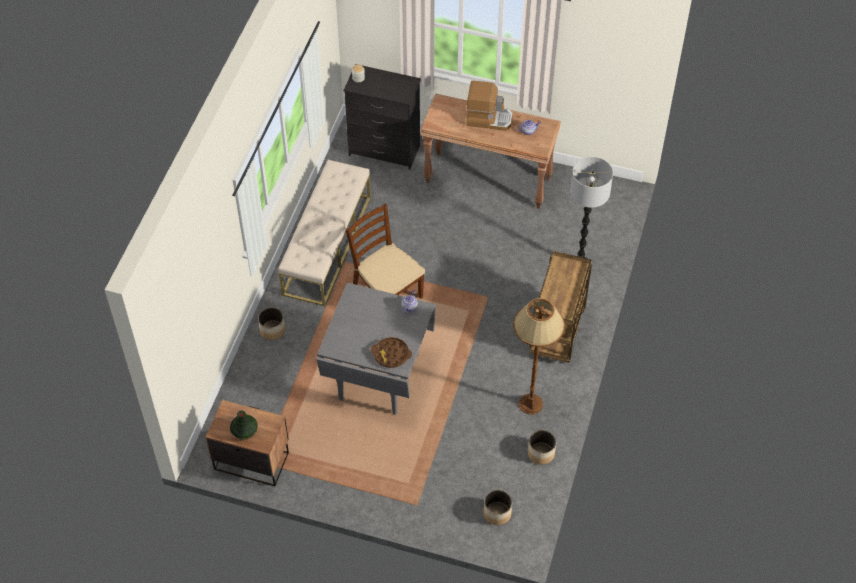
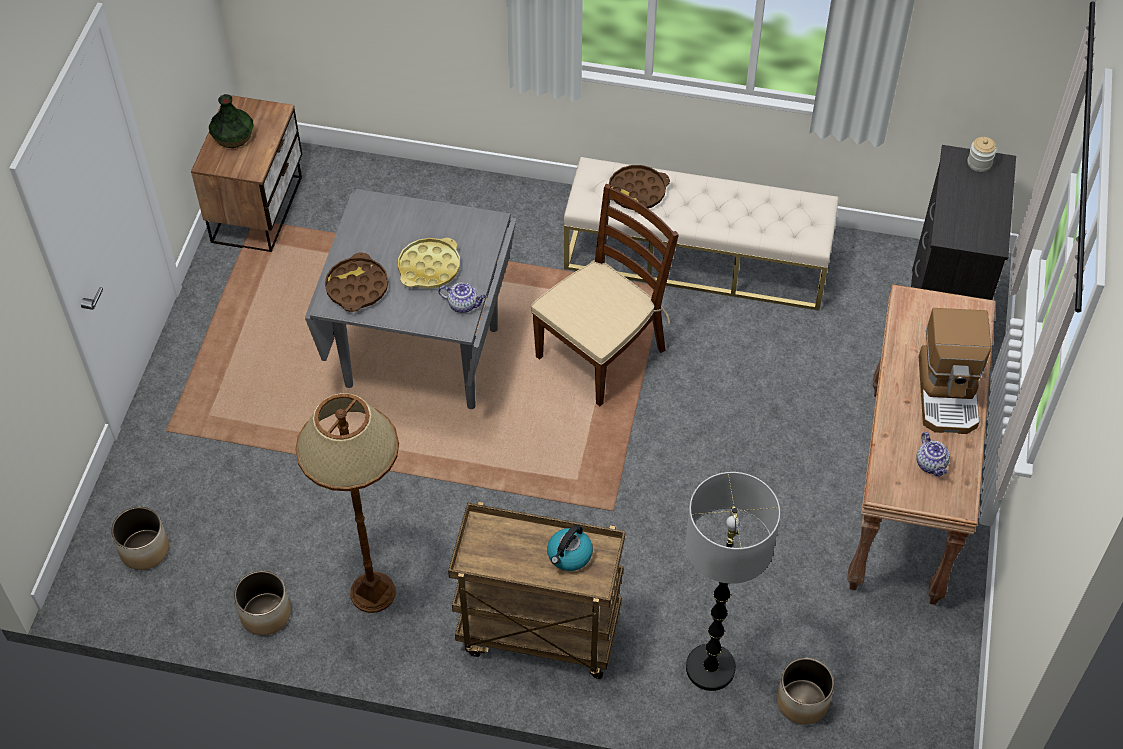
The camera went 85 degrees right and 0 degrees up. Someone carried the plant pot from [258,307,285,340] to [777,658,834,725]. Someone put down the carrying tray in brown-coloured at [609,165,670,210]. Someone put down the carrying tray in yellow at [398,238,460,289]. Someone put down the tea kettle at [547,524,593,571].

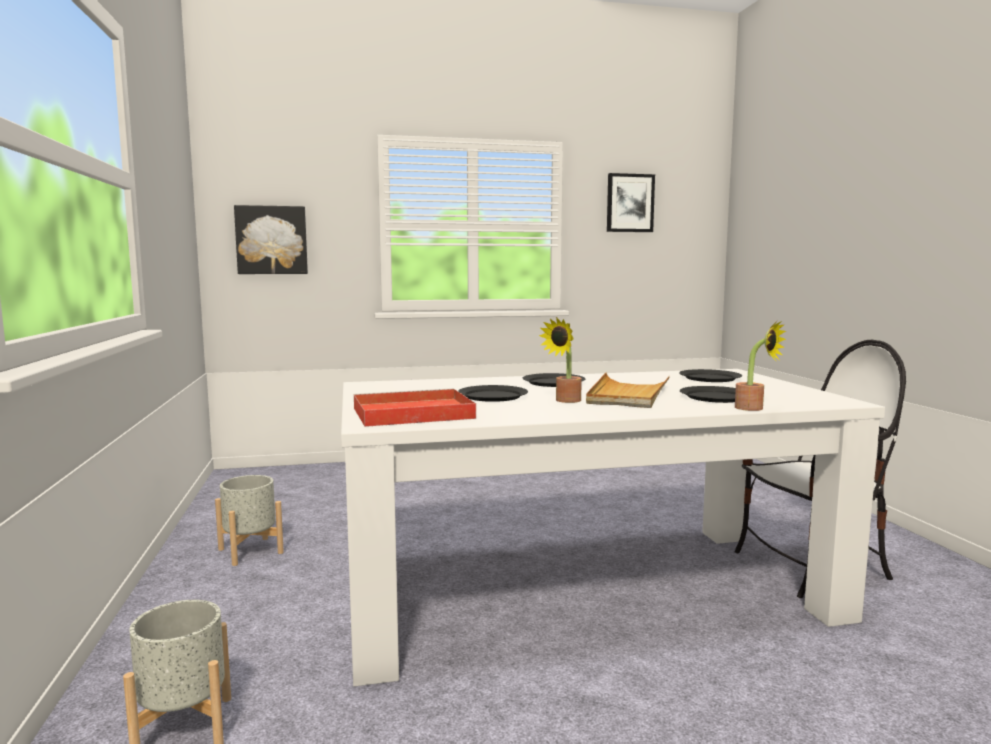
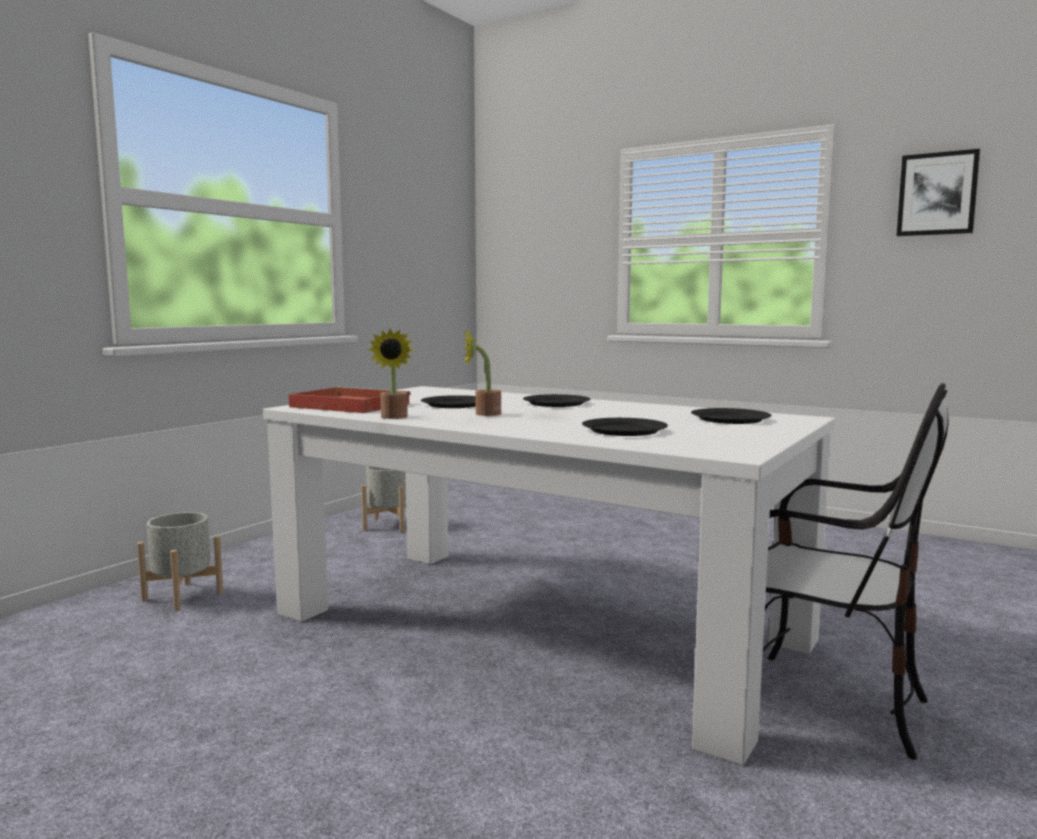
The camera went 45 degrees right and 0 degrees up. Someone took away the wall art at [234,205,308,274]. Someone carried the houseplant from [735,321,786,411] to [368,329,414,419]. Someone took away the carrying tray in beige-coloured at [586,373,670,408].

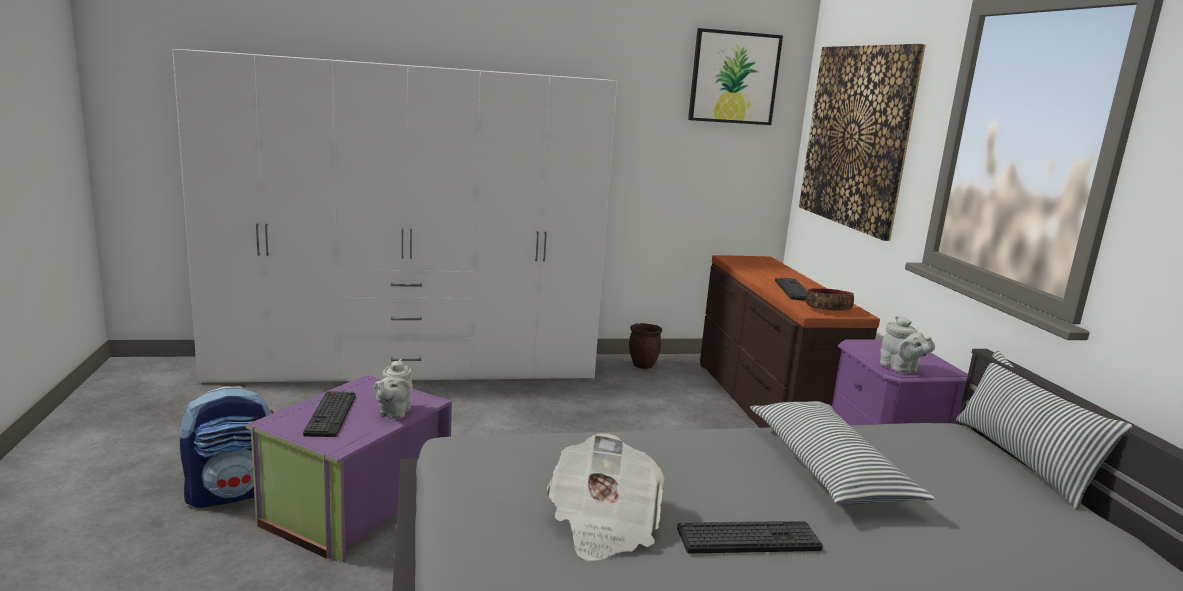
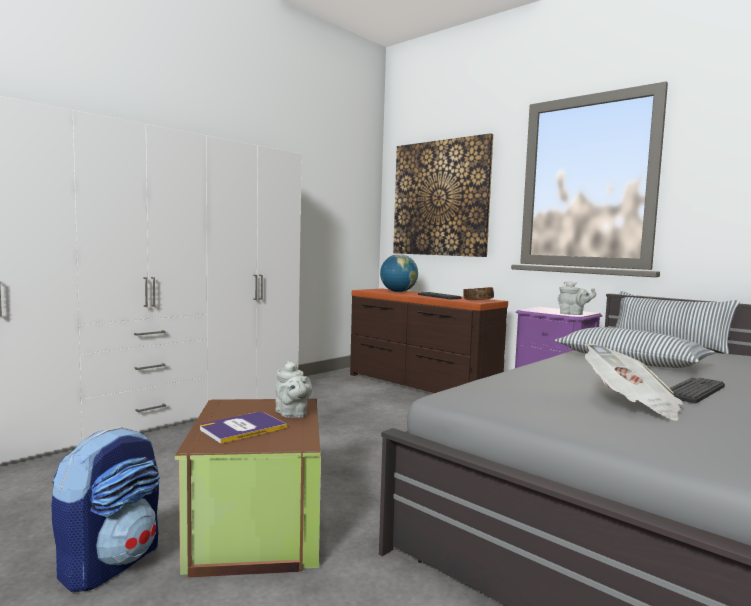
The camera went 35 degrees left and 10 degrees down. Someone took away the wall art at [688,28,783,125]. Someone took away the plant pot in brown-coloured at [629,323,662,369]. Someone repainted the storage box in purple-coloured at [246,375,452,562], which became the storage box in brown-coloured at [175,399,321,578]. Someone swapped the PC keyboard at [303,391,356,437] for the volume at [200,412,287,444]. Someone put down the world globe at [380,254,418,292].

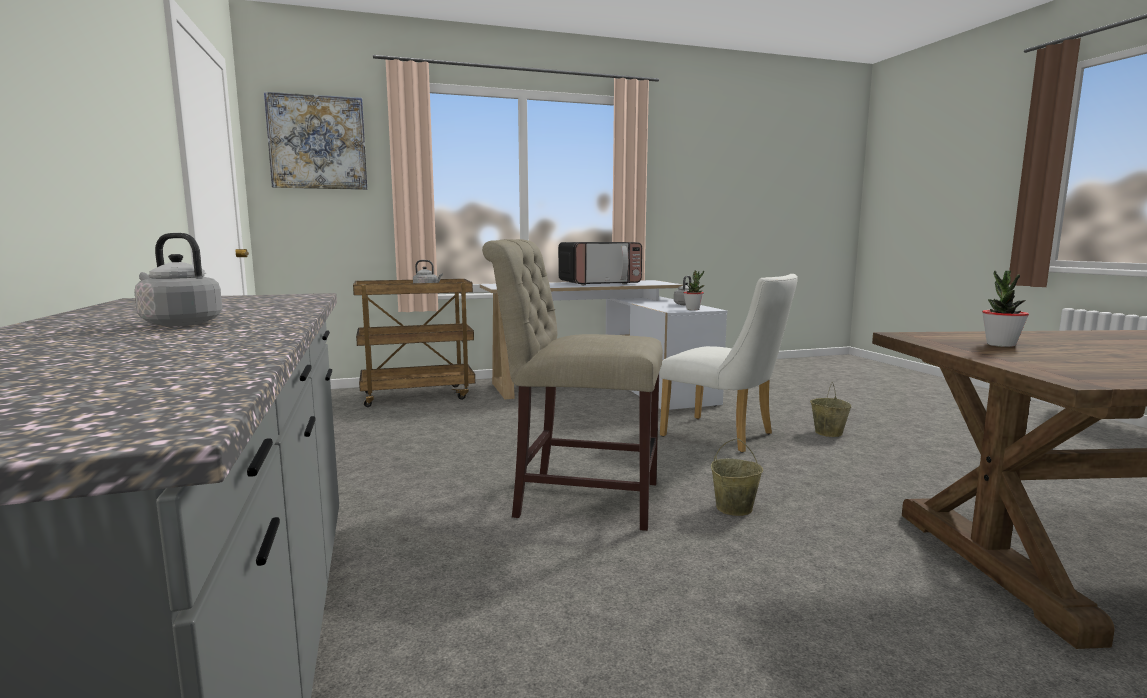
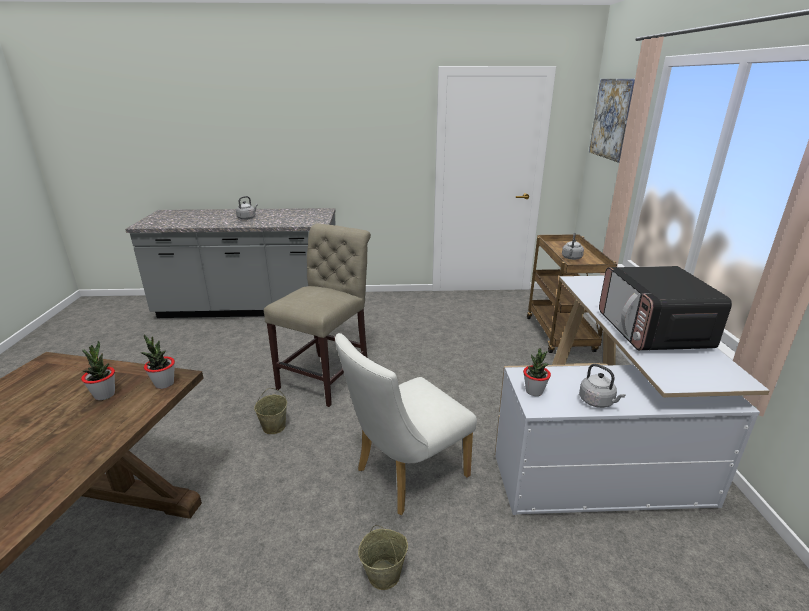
The camera went 105 degrees right and 15 degrees up. Someone put down the houseplant at [141,335,175,389].

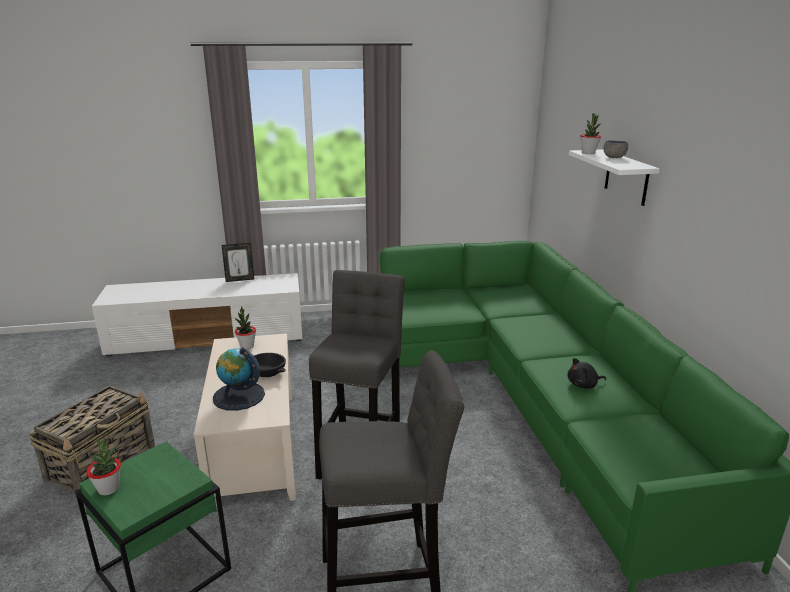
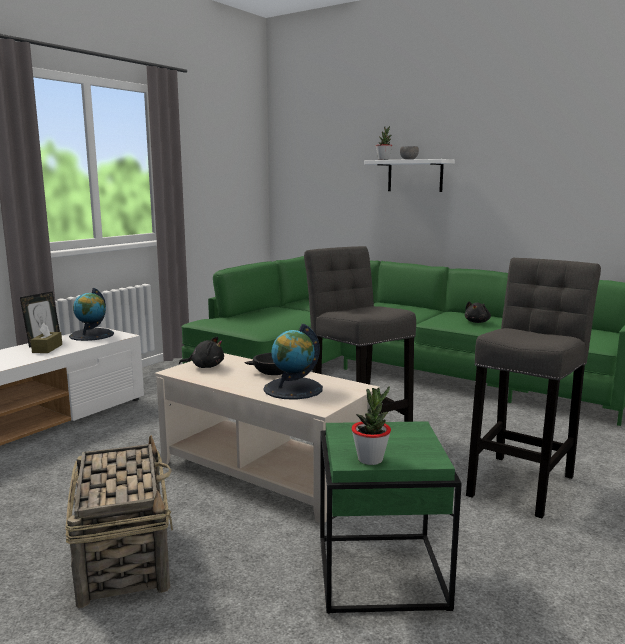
The camera went 45 degrees left and 10 degrees down. Someone swapped the houseplant at [235,306,256,349] for the plush toy in blackish at [179,337,224,368]. Someone put down the world globe at [69,288,114,341]. Someone put down the tissue holder in brown-coloured at [31,323,62,353].

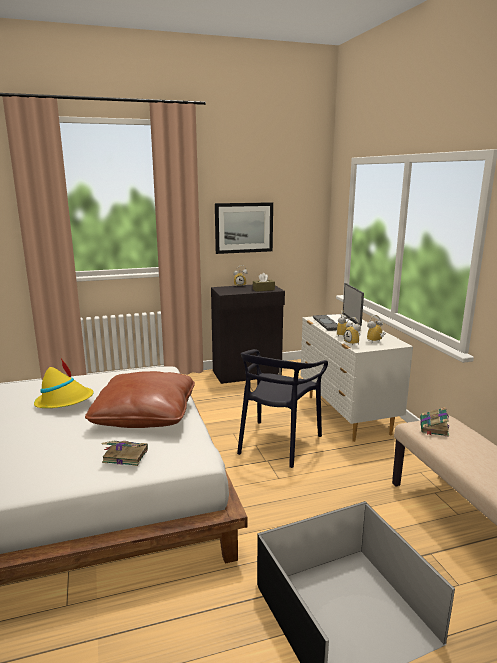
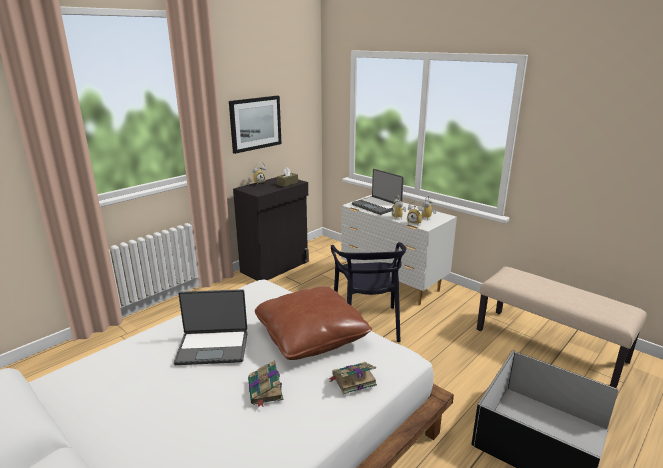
The camera went 30 degrees left and 5 degrees up. Someone swapped the wearable hat in yellow at [34,358,94,408] for the notebook computer at [174,289,247,365]. Someone carried the volume from [420,407,449,437] to [248,360,283,408].

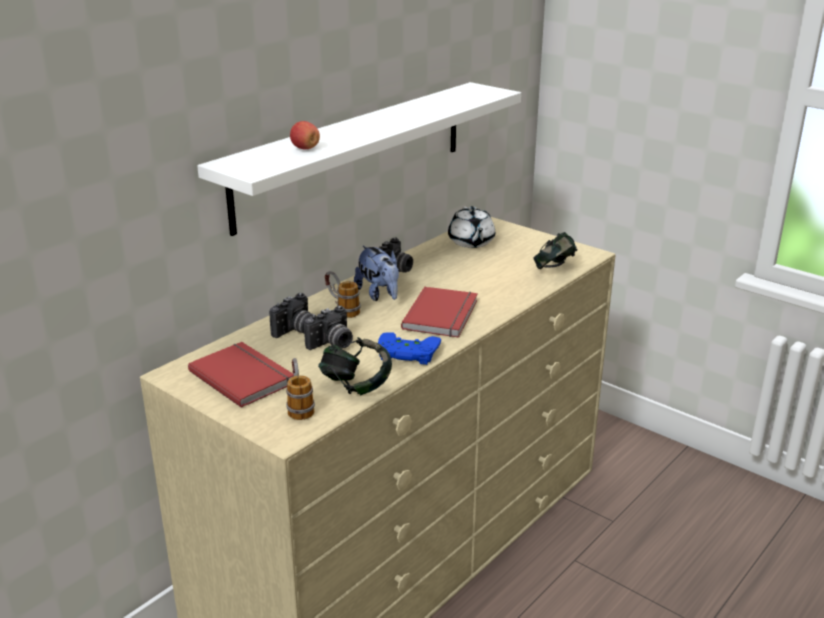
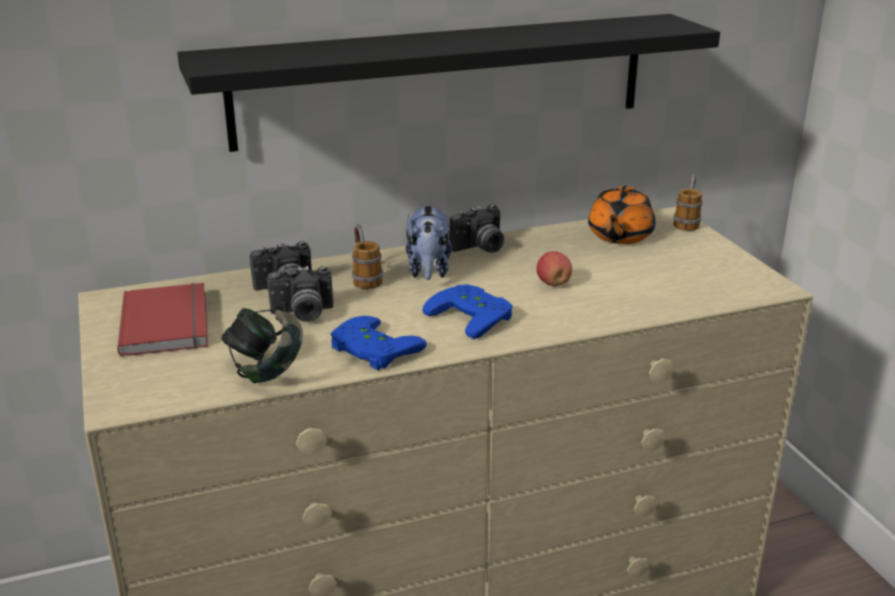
The camera went 30 degrees right and 0 degrees up. Someone repainted the wall shelf in whitish at [197,82,521,236], which became the wall shelf in blackish at [177,14,720,152]. Someone carried the apple from [290,121,320,149] to [536,251,572,286]. Someone repainted the tea pot in whitish at [448,206,495,248], which became the tea pot in orange-coloured at [588,185,656,244]. Someone took away the headphones at [533,232,577,269]. Someone swapped the volume in red-coloured at [401,287,478,338] for the game controller in blue at [422,284,513,339]. Someone carried the tea mug from [286,358,315,420] to [673,174,703,231].

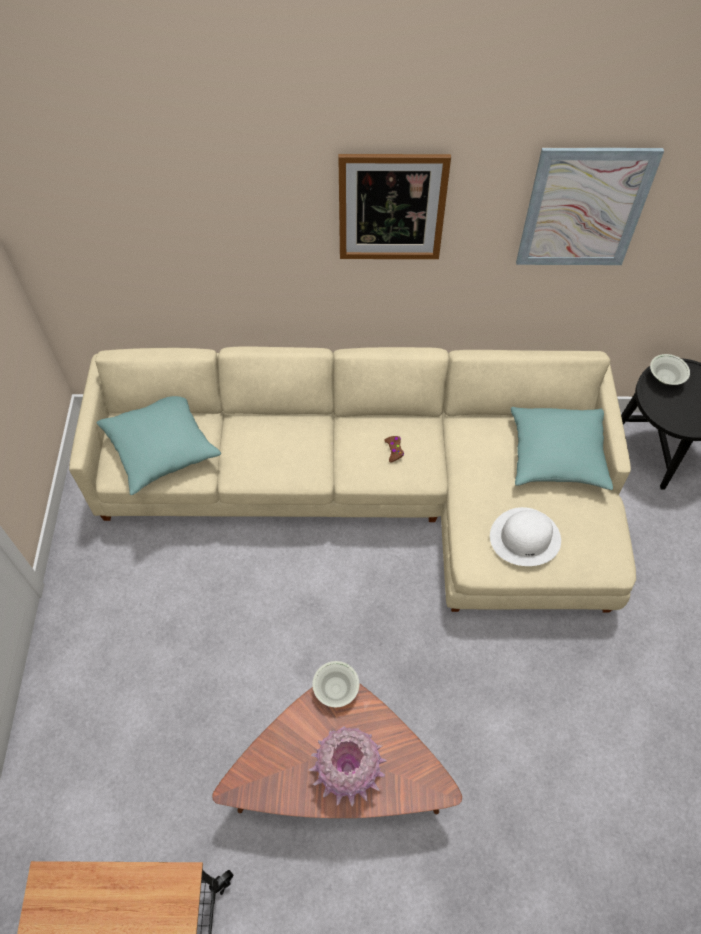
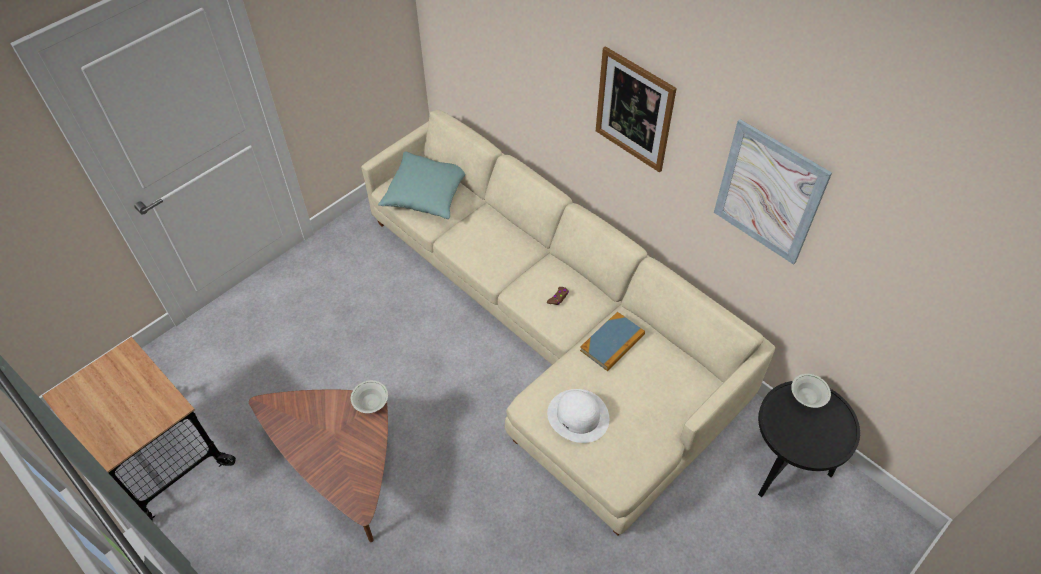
The camera went 45 degrees right and 5 degrees down. Someone took away the throw pillow in blue-green at [511,407,613,490]. Someone took away the decorative vase in pink-coloured at [309,726,386,806]. Someone put down the volume at [580,312,645,371].

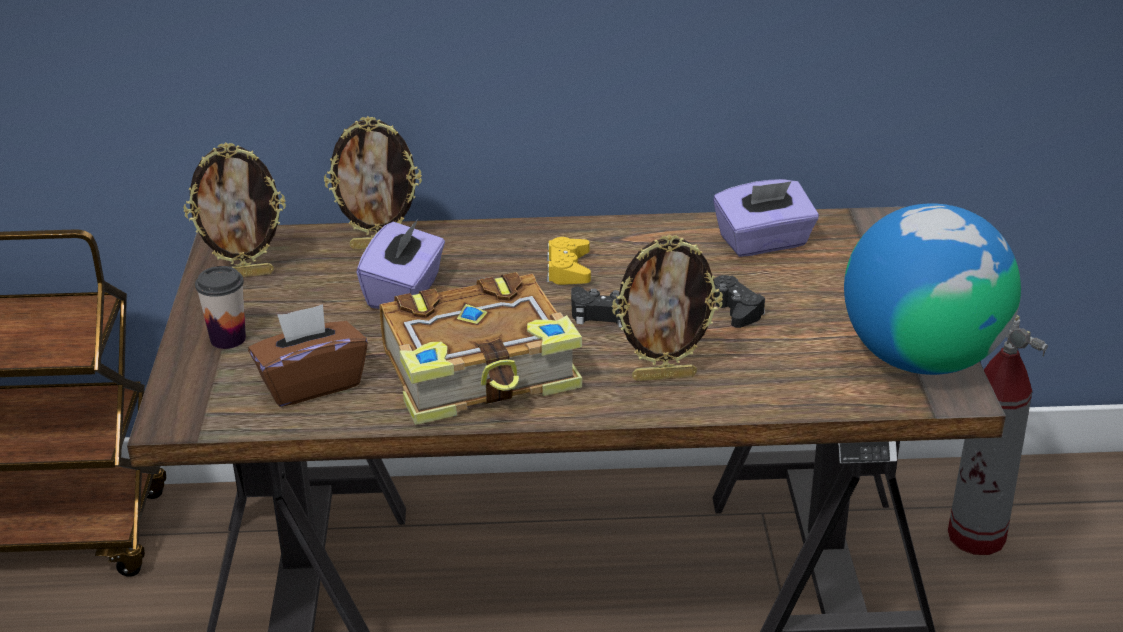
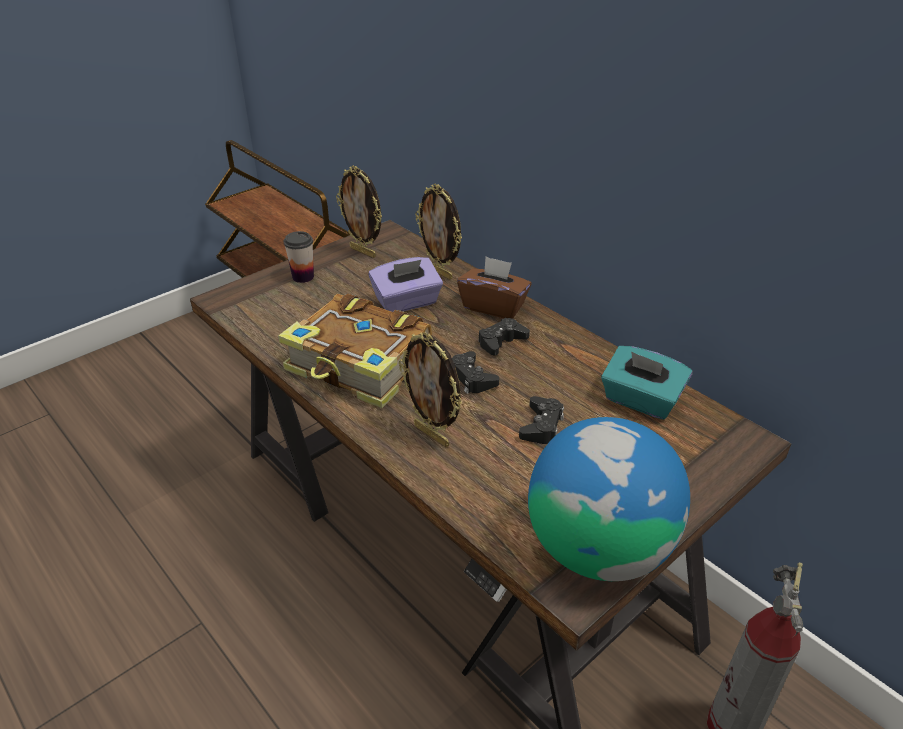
The camera went 50 degrees right and 5 degrees up. Someone repainted the tissue holder in purple-coloured at [713,179,819,257], which became the tissue holder in blue-green at [601,346,692,420]. Someone repainted the game controller in yellow at [547,237,591,285], which became the game controller in blackish at [478,318,530,355]. Someone carried the tissue holder in brown-coloured from [248,304,368,407] to [457,256,532,319].

